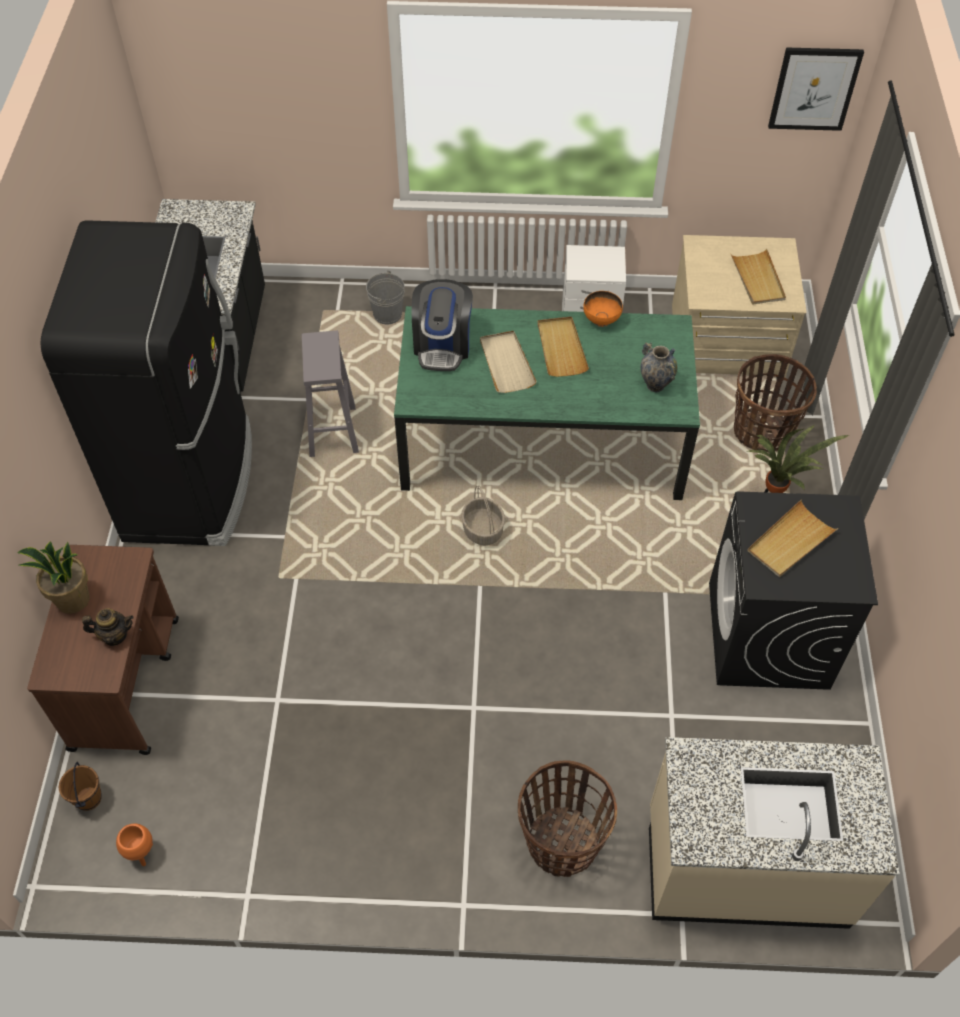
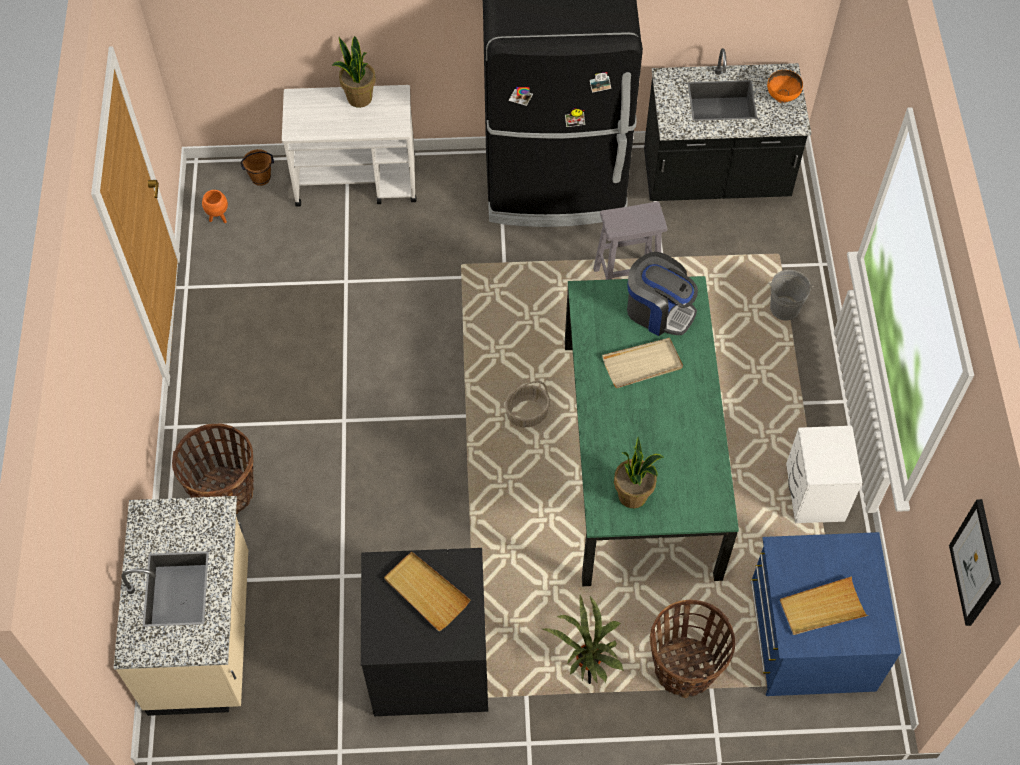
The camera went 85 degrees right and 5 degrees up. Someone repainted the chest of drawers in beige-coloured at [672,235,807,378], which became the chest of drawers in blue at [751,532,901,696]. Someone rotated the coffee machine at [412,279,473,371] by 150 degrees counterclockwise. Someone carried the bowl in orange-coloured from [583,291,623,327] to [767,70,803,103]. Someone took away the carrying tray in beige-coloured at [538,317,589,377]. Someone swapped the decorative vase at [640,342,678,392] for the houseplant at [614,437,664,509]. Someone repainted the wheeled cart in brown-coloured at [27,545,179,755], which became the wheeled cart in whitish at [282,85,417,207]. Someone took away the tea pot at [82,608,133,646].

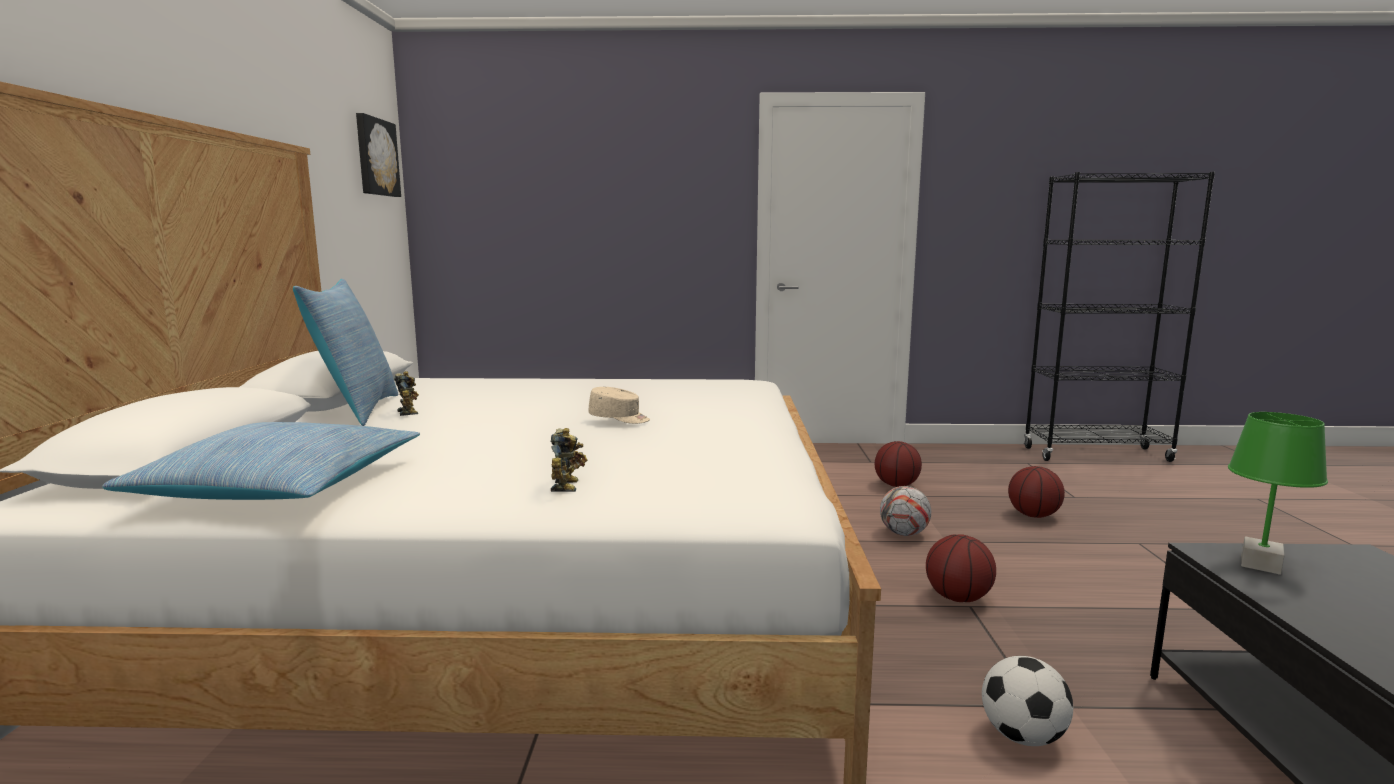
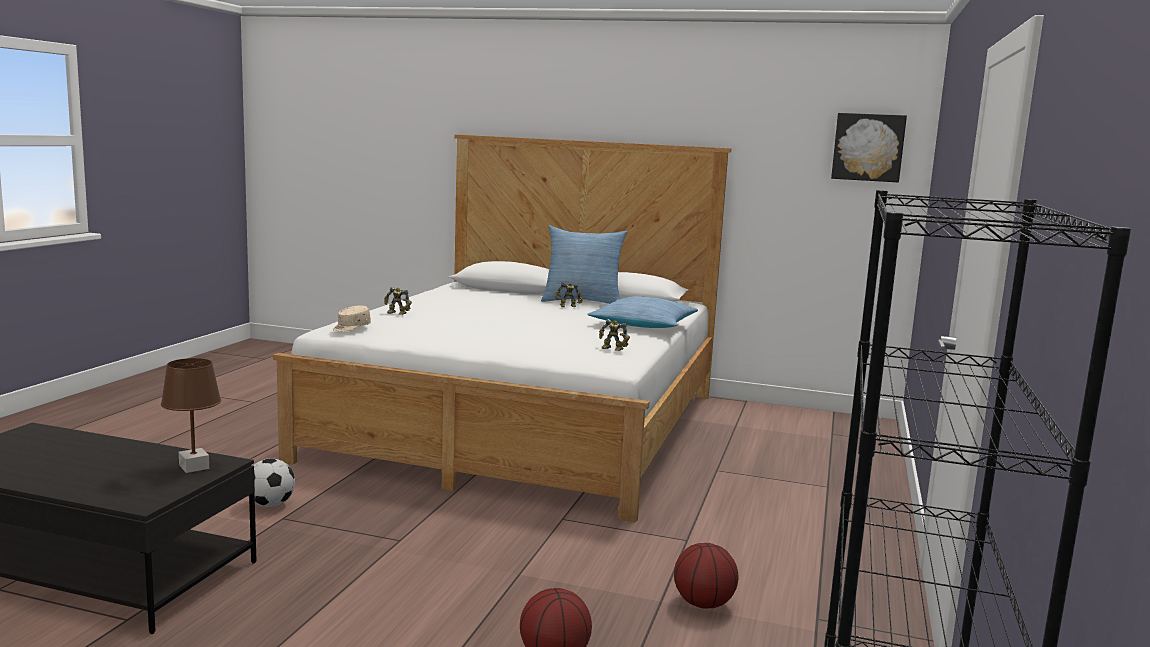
The camera went 105 degrees right and 0 degrees up. Someone carried the peaked cap in beige-coloured from [589,387,650,424] to [332,306,371,331]. Someone repainted the tabletop lamp in green-coloured at [1228,412,1328,575], which became the tabletop lamp in brown-coloured at [161,358,221,473]. Someone carried the throw pillow from [102,422,420,500] to [587,296,698,328]. Someone took away the football at [880,486,931,536]. Someone took away the basketball ball at [926,534,996,602]. Someone put down the model robot at [599,319,630,351].

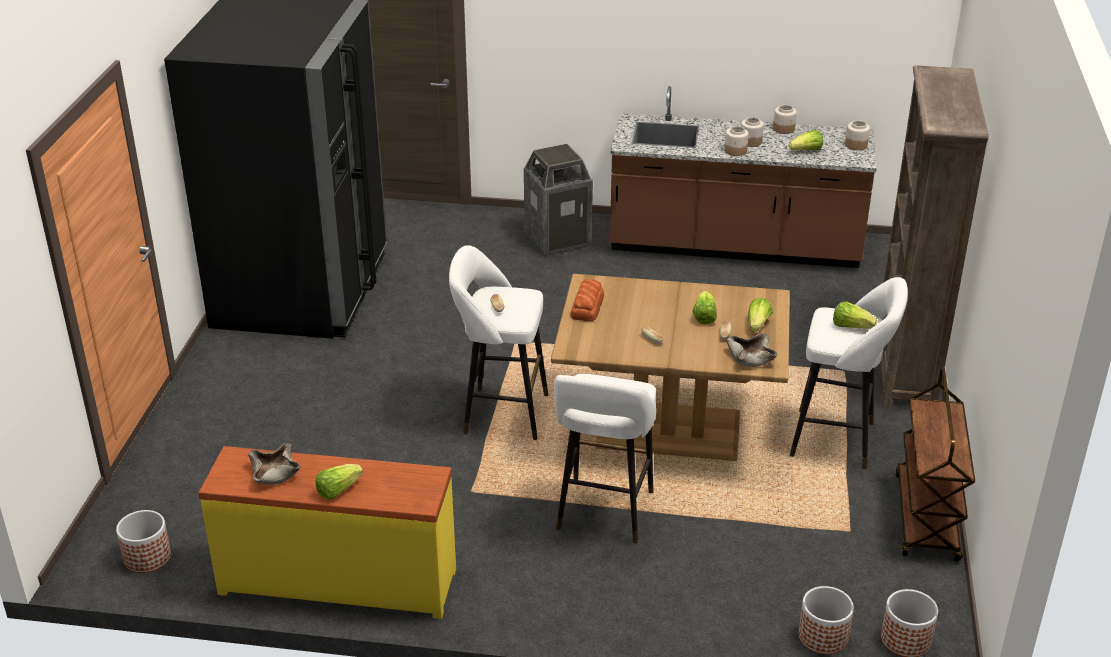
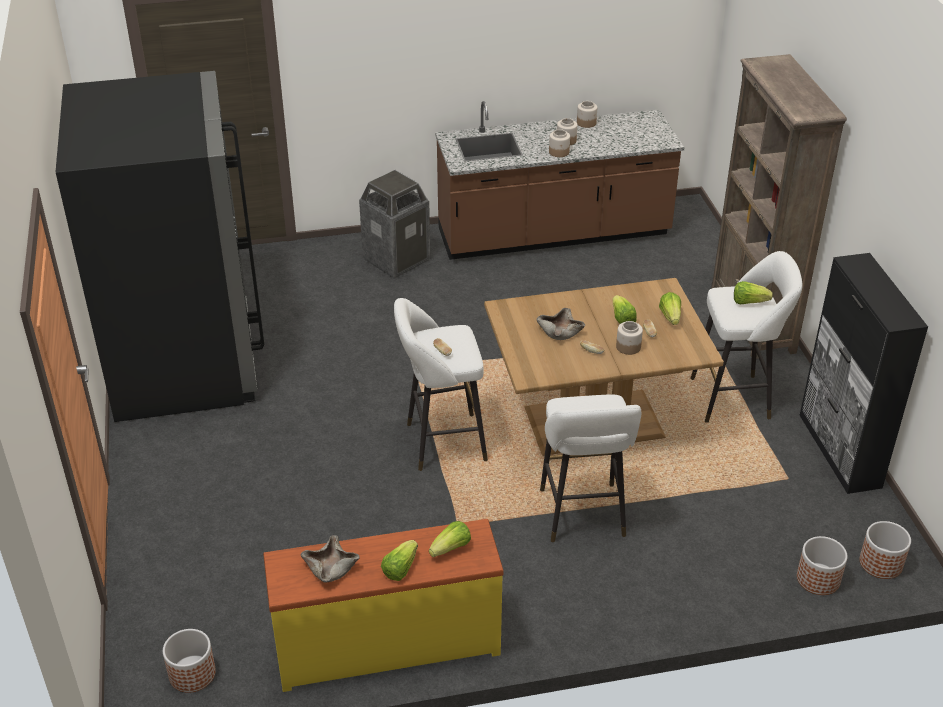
The camera went 20 degrees left and 5 degrees up. Someone carried the jar from [845,120,870,150] to [616,321,643,355]. Someone carried the head of lettuce from [789,130,823,151] to [429,521,471,557]. Someone took away the baked bread at [570,279,604,321]. Someone carried the bowl in beige-coloured from [726,334,777,367] to [536,308,585,340]. Someone swapped the wheeled cart in brown-coloured at [895,367,975,561] for the storage cabinet in blackish at [800,253,928,494].

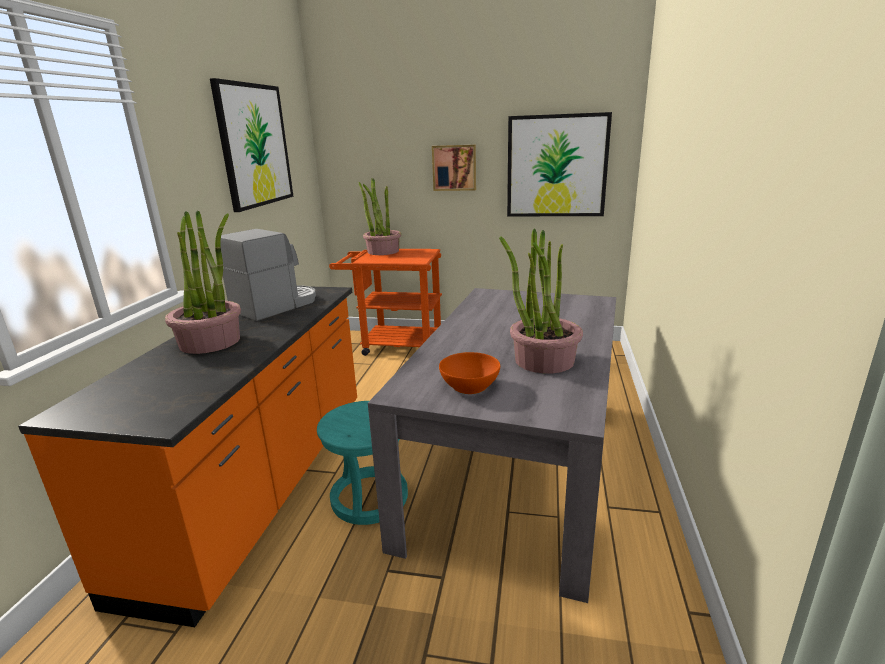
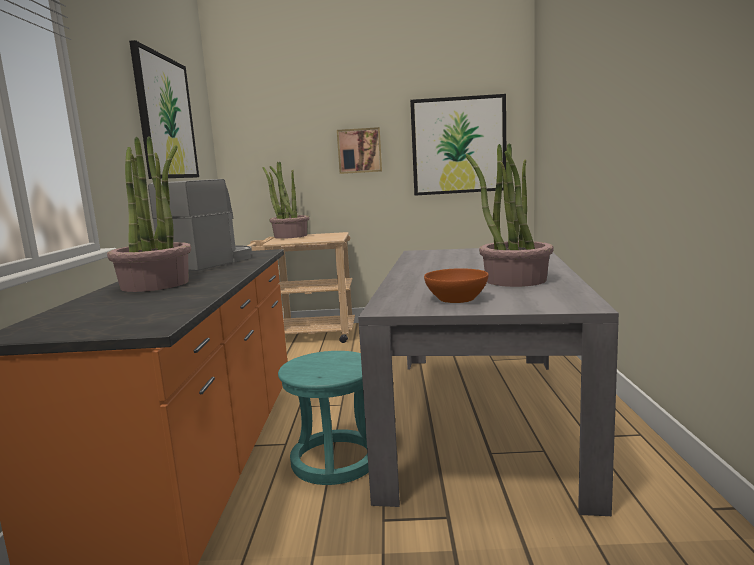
The camera went 10 degrees left and 10 degrees down. Someone repainted the wheeled cart in orange-coloured at [329,249,442,356], which became the wheeled cart in beige-coloured at [247,232,355,343].

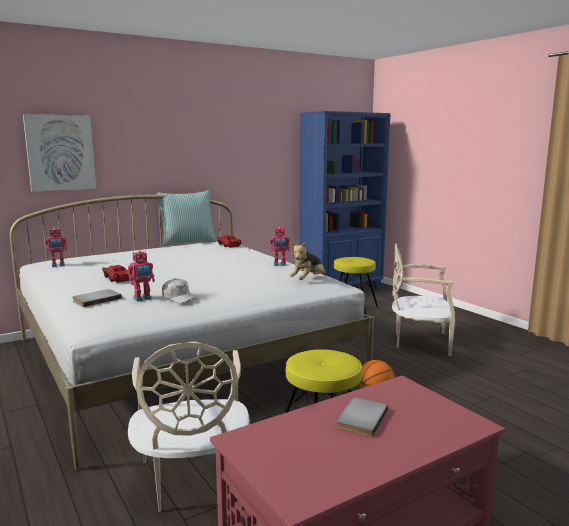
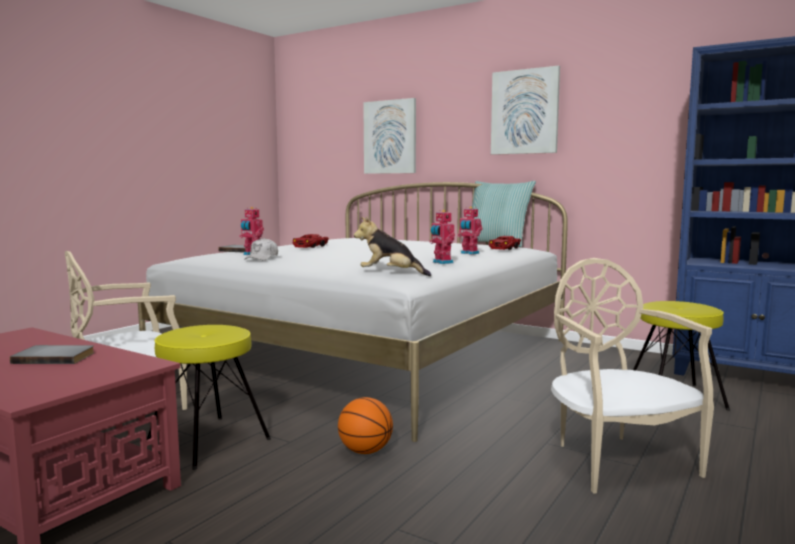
The camera went 65 degrees right and 5 degrees down. Someone carried the model robot from [45,227,67,267] to [457,206,483,255]. Someone put up the wall art at [491,66,560,155].

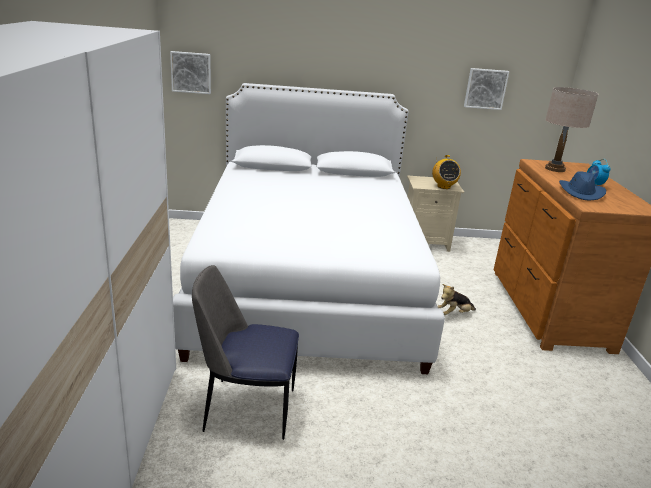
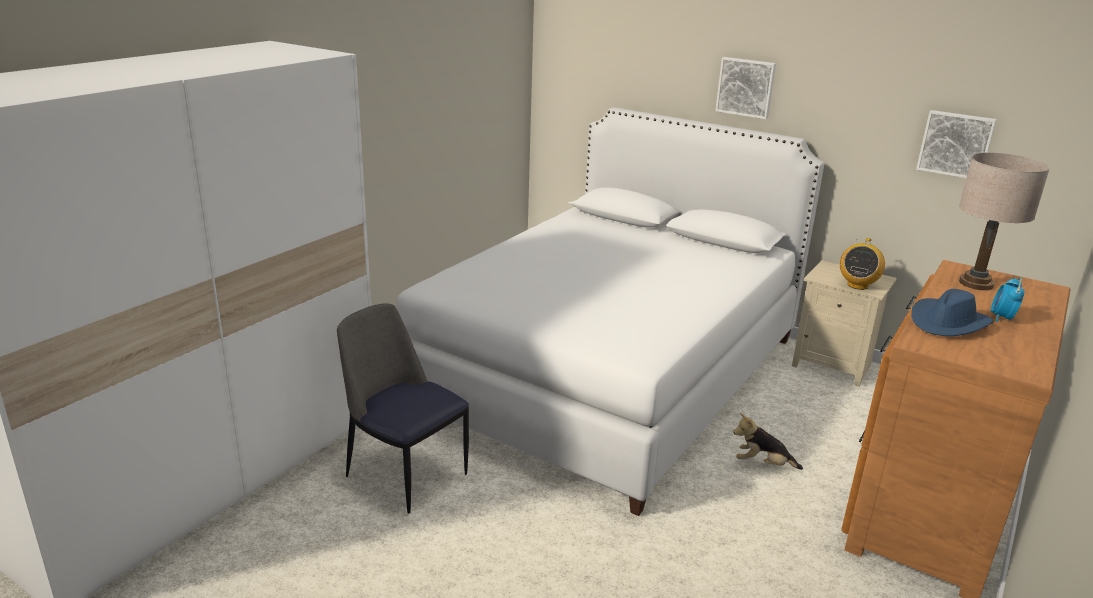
The camera went 35 degrees right and 0 degrees up. Someone carried the wall art from [170,51,211,94] to [715,57,776,119].

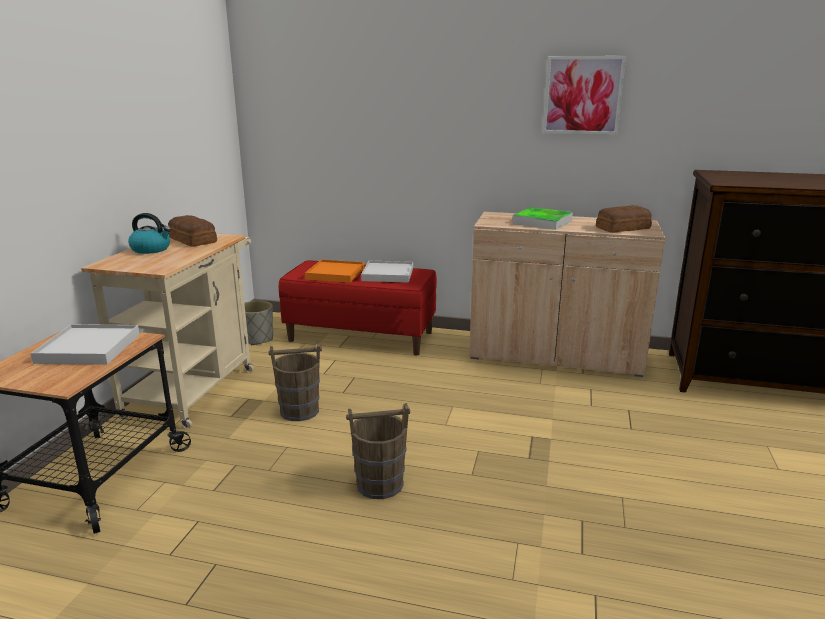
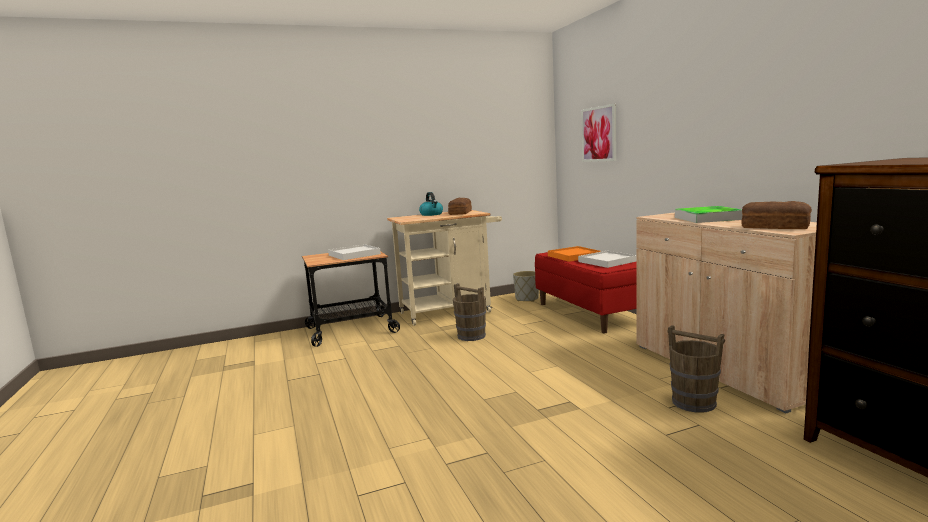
The camera went 55 degrees right and 10 degrees down. Someone carried the wall art from [542,56,626,135] to [581,104,616,162]. Someone carried the pail in brown-coloured from [346,403,410,499] to [668,325,725,413].

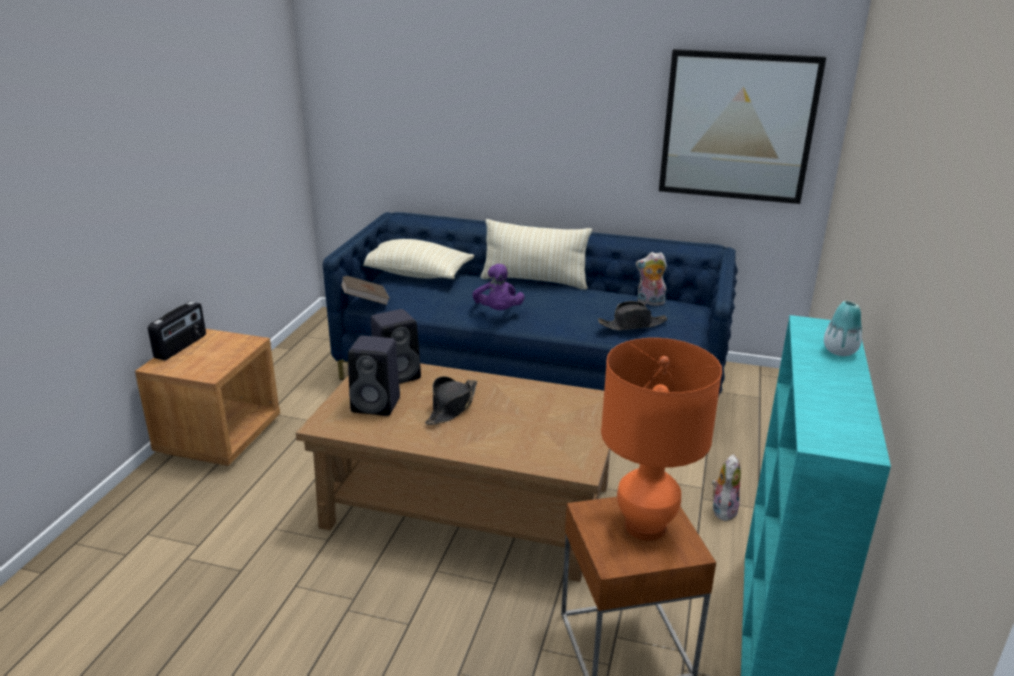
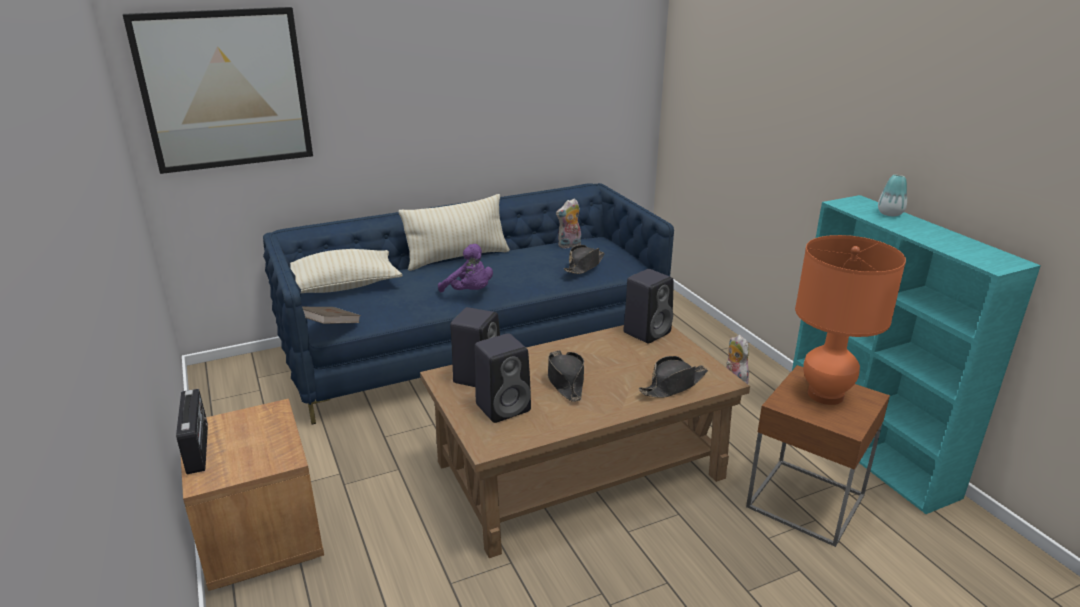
The camera went 40 degrees left and 0 degrees up. Someone carried the wall art from [659,49,826,204] to [123,7,313,174]. Someone put down the audio speaker in blackish at [624,269,674,344]. Someone put down the wearable hat in blackish at [639,356,708,398].

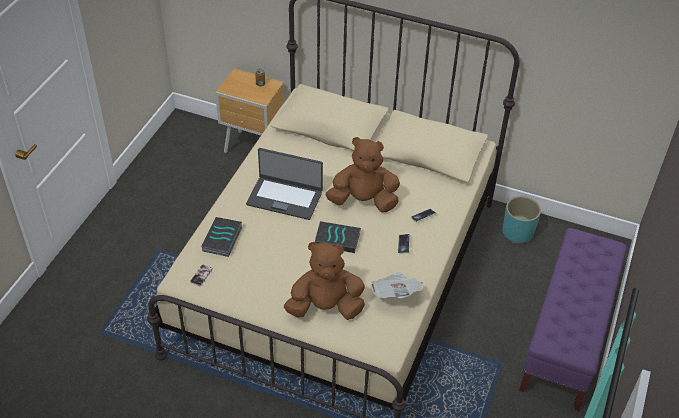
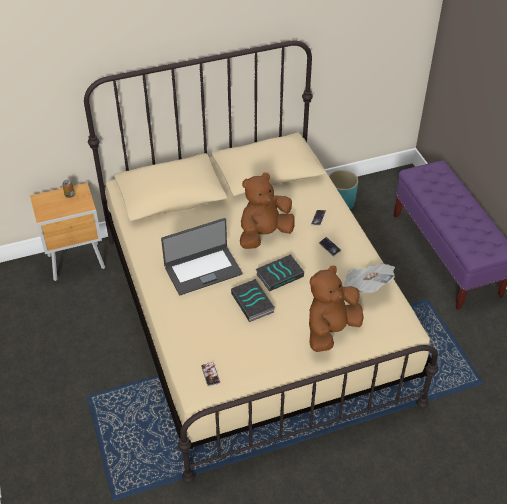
The camera went 40 degrees left and 0 degrees up. Someone carried the volume from [202,217,242,257] to [231,279,275,322].

